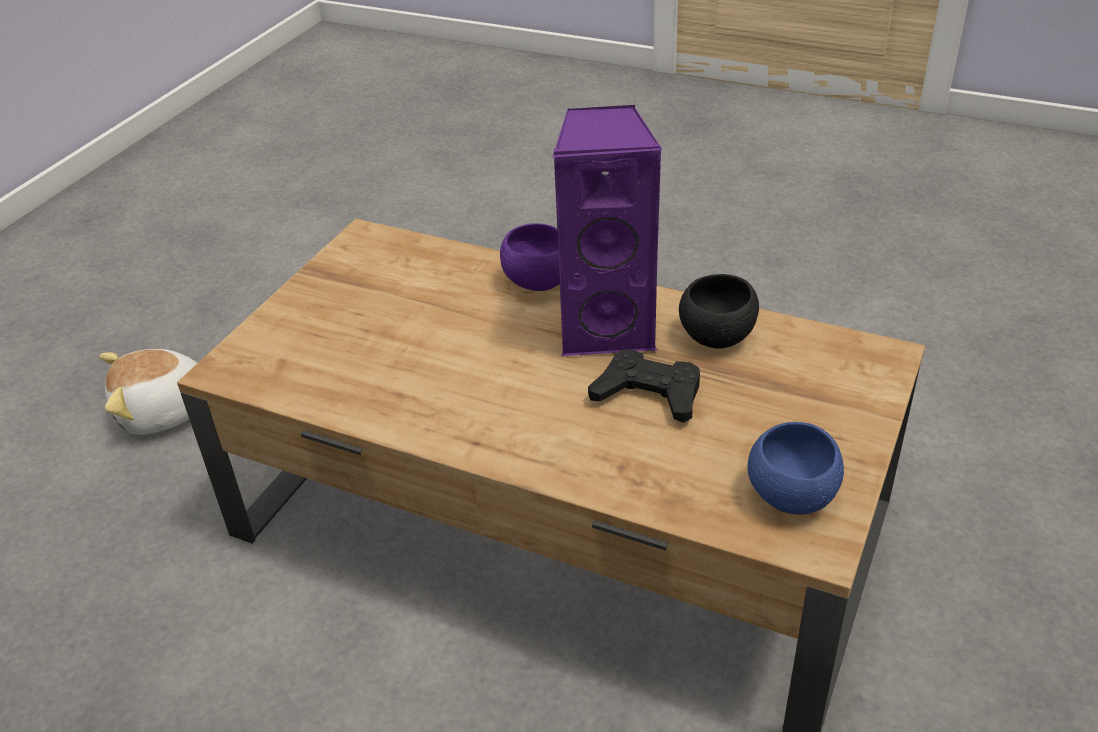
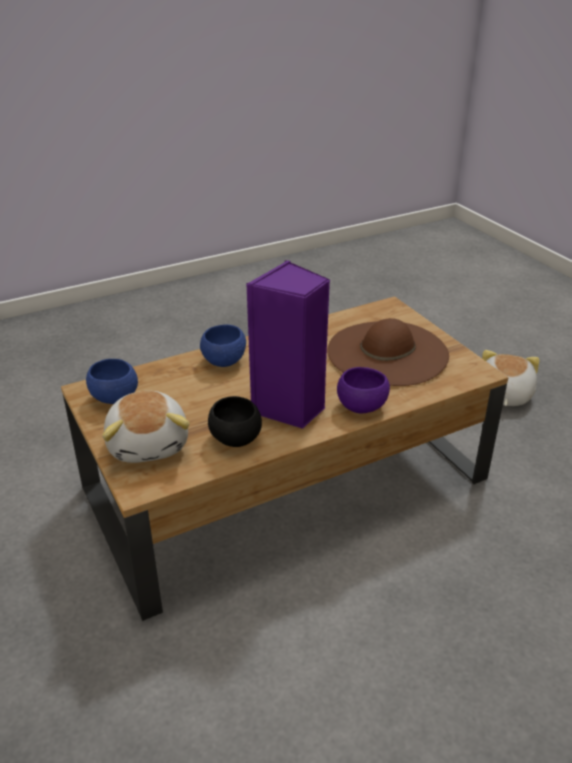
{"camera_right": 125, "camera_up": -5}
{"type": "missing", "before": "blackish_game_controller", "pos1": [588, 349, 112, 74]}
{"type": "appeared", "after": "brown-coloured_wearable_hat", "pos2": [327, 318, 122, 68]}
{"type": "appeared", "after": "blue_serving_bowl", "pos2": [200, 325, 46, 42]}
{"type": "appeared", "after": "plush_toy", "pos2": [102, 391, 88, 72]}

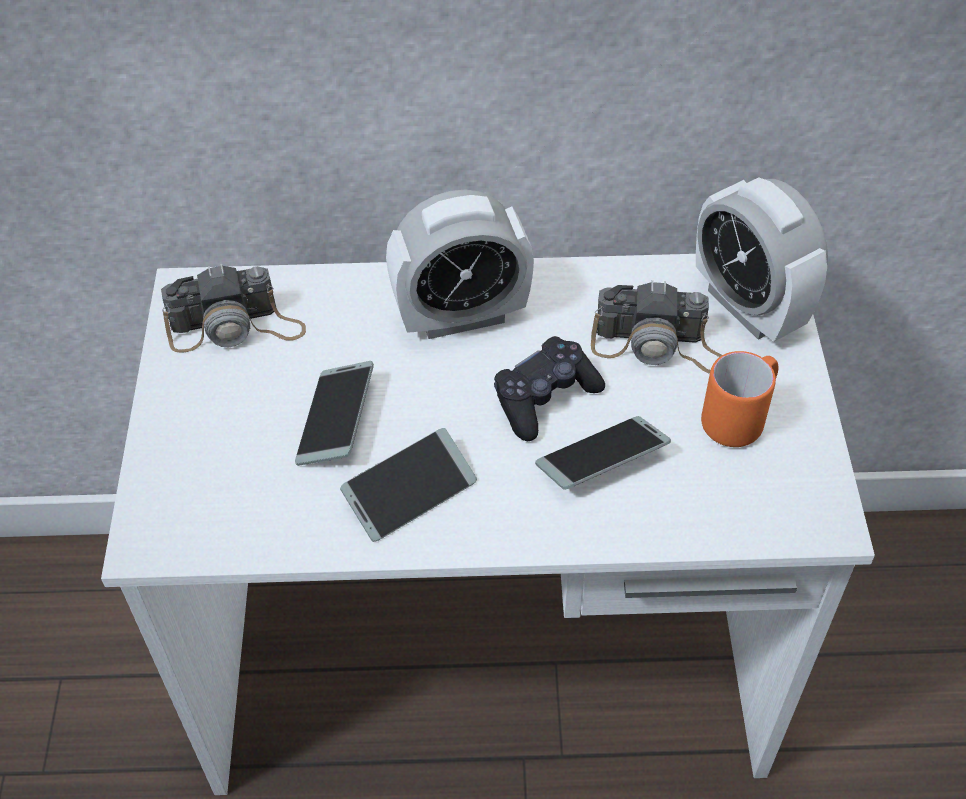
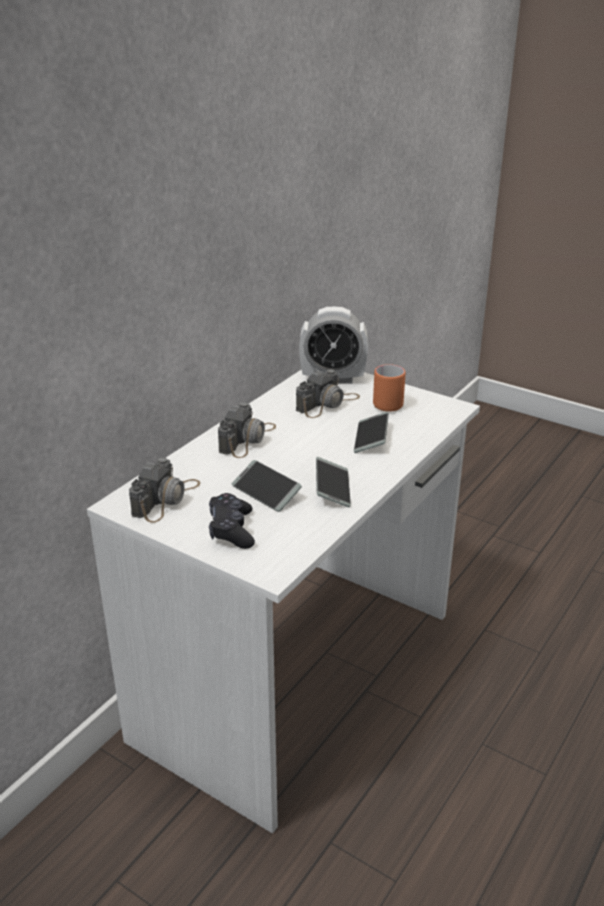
{"camera_right": -55, "camera_up": -20}
{"type": "exchanged", "before": "table_clock", "after": "still_camera", "pos1": [386, 190, 148, 149], "pos2": [218, 402, 58, 56]}
{"type": "relocated", "before": "blackish_game_controller", "pos1": [494, 336, 111, 105], "pos2": [209, 493, 46, 56]}

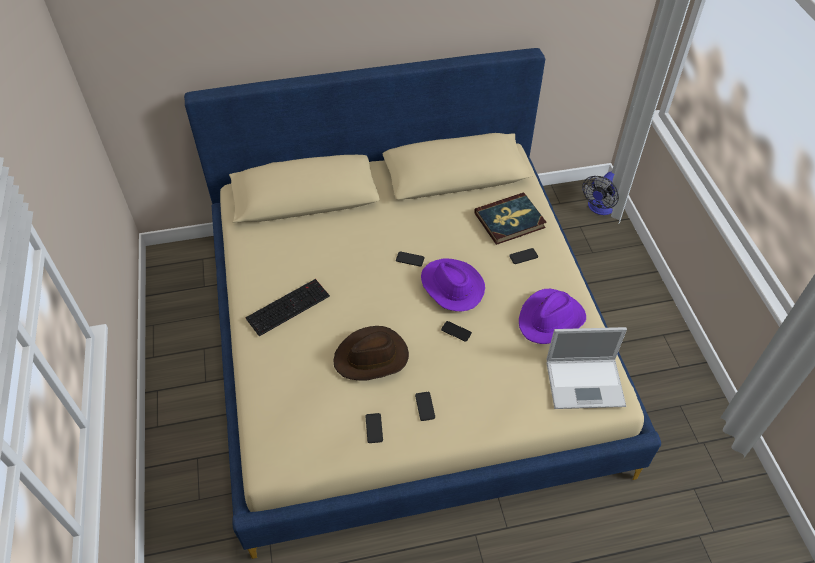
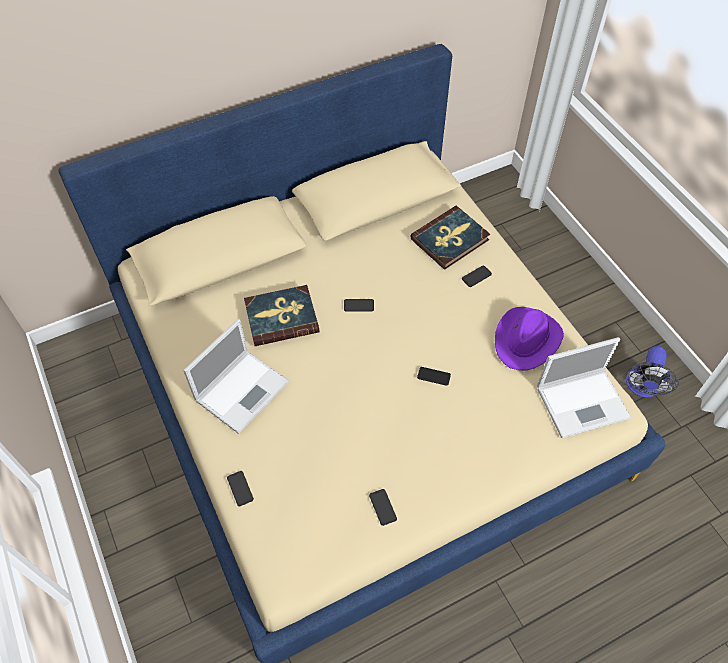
{"camera_right": -15, "camera_up": 5}
{"type": "relocated", "before": "fan", "pos1": [582, 171, 37, 44], "pos2": [626, 346, 53, 52]}
{"type": "missing", "before": "purple_wearable_hat", "pos1": [421, 259, 64, 52]}
{"type": "exchanged", "before": "PC_keyboard", "after": "laptop", "pos1": [245, 279, 85, 57], "pos2": [183, 319, 106, 115]}
{"type": "missing", "before": "brown-coloured_wearable_hat", "pos1": [333, 326, 76, 54]}
{"type": "relocated", "before": "telephone", "pos1": [415, 392, 20, 29], "pos2": [227, 471, 27, 35]}
{"type": "appeared", "after": "book", "pos2": [244, 285, 75, 61]}

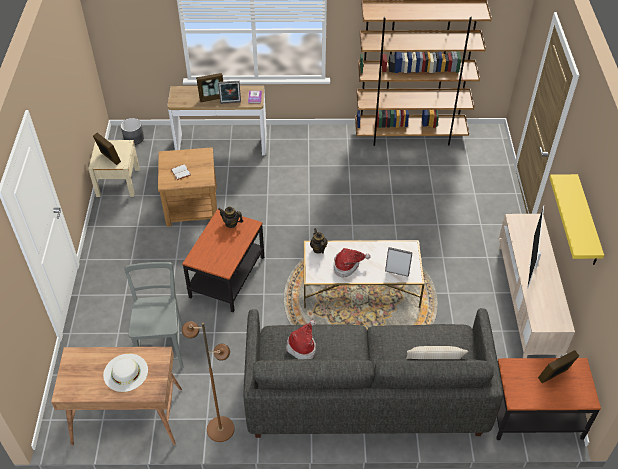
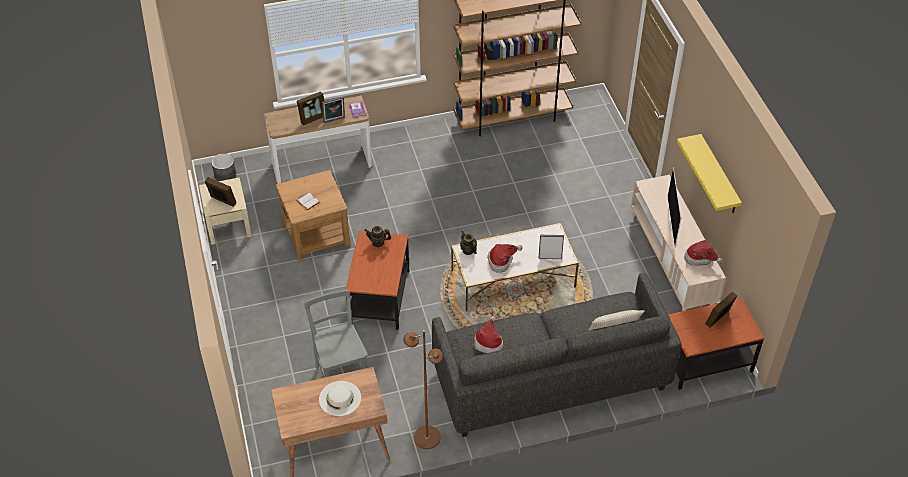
{"camera_right": -15, "camera_up": 0}
{"type": "appeared", "after": "wearable_hat", "pos2": [684, 240, 39, 26]}

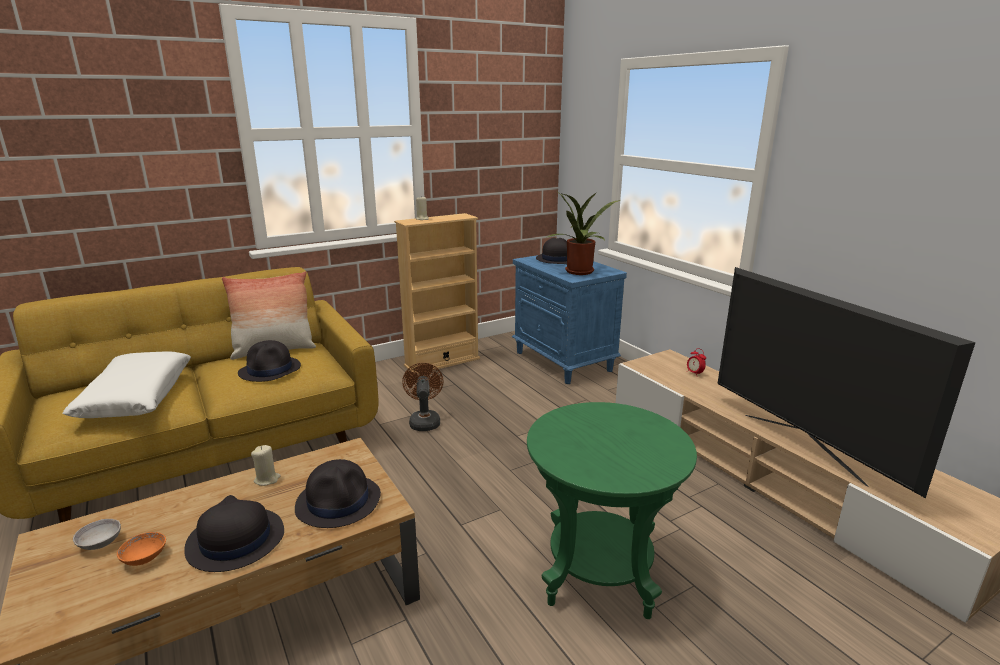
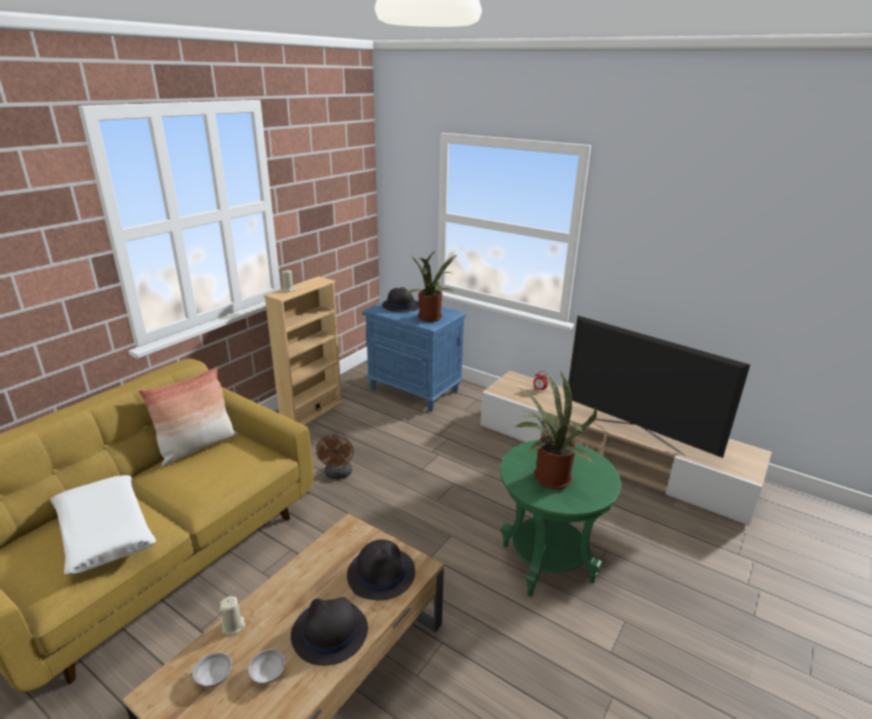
{"camera_right": -25, "camera_up": 5}
{"type": "missing", "before": "blackish_wearable_hat", "pos1": [238, 340, 63, 42]}
{"type": "spun", "before": "brown-coloured_fan", "pos1": [402, 363, 42, 68], "pos2": [316, 433, 38, 46], "turn": -150}
{"type": "relocated", "before": "beige-coloured_candle", "pos1": [251, 445, 30, 41], "pos2": [219, 596, 26, 39]}
{"type": "colour", "before": "orange-coloured_serving_bowl", "after": "greyish_serving_bowl", "pos1": [117, 532, 49, 34], "pos2": [248, 649, 37, 36]}
{"type": "appeared", "after": "plant_in_a_pot", "pos2": [515, 370, 82, 120]}

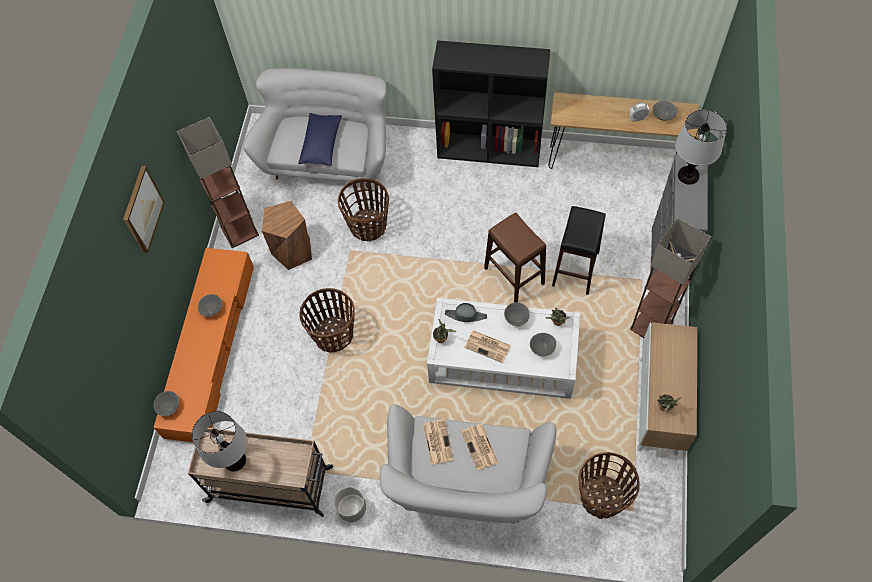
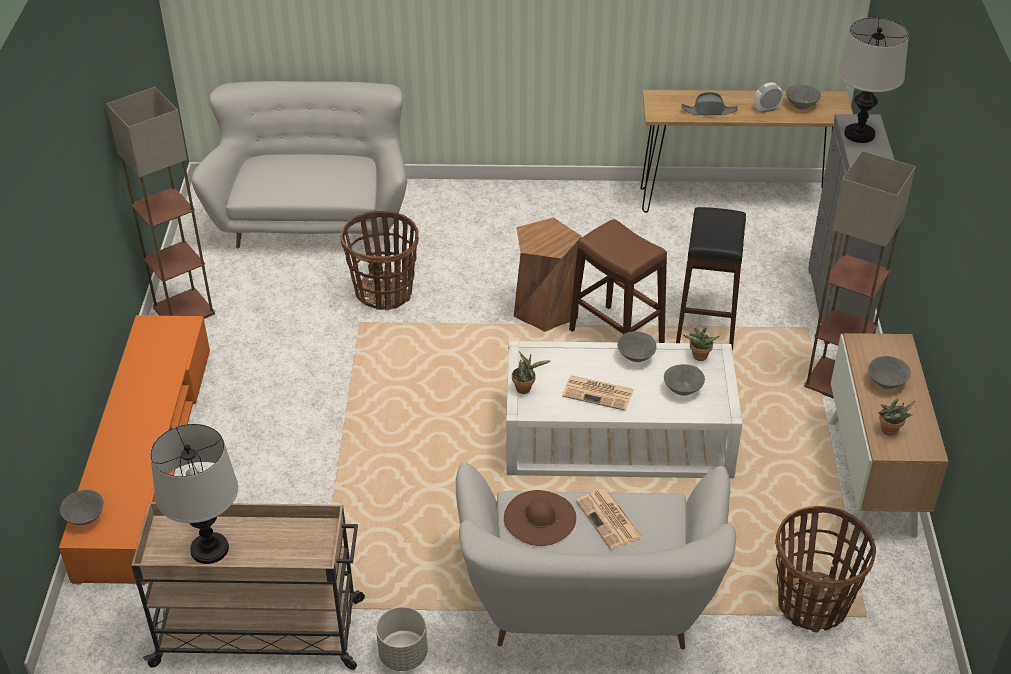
{"camera_right": -10, "camera_up": -20}
{"type": "missing", "before": "blackish_bookcase", "pos1": [432, 40, 119, 127]}
{"type": "missing", "before": "blue_throw_pillow", "pos1": [298, 113, 44, 53]}
{"type": "missing", "before": "wall_art", "pos1": [123, 166, 42, 87]}
{"type": "relocated", "before": "brown-coloured_stool_seat", "pos1": [262, 201, 50, 69], "pos2": [514, 217, 68, 115]}
{"type": "missing", "before": "household_basket", "pos1": [299, 288, 56, 65]}
{"type": "relocated", "before": "greyish_serving_bowl", "pos1": [198, 294, 24, 23], "pos2": [868, 356, 43, 33]}
{"type": "relocated", "before": "greyish_wearable_hat", "pos1": [445, 303, 42, 19], "pos2": [681, 92, 57, 23]}
{"type": "exchanged", "before": "newspaper", "after": "brown-coloured_wearable_hat", "pos1": [423, 419, 31, 46], "pos2": [504, 490, 72, 56]}

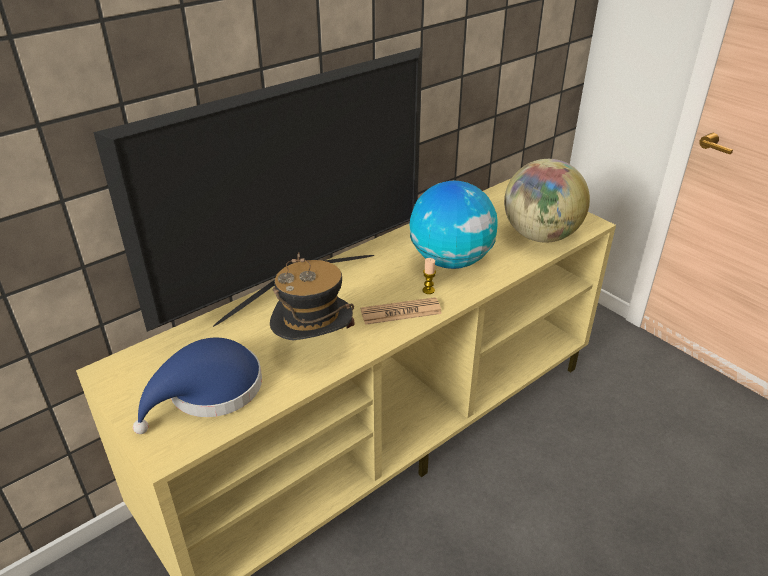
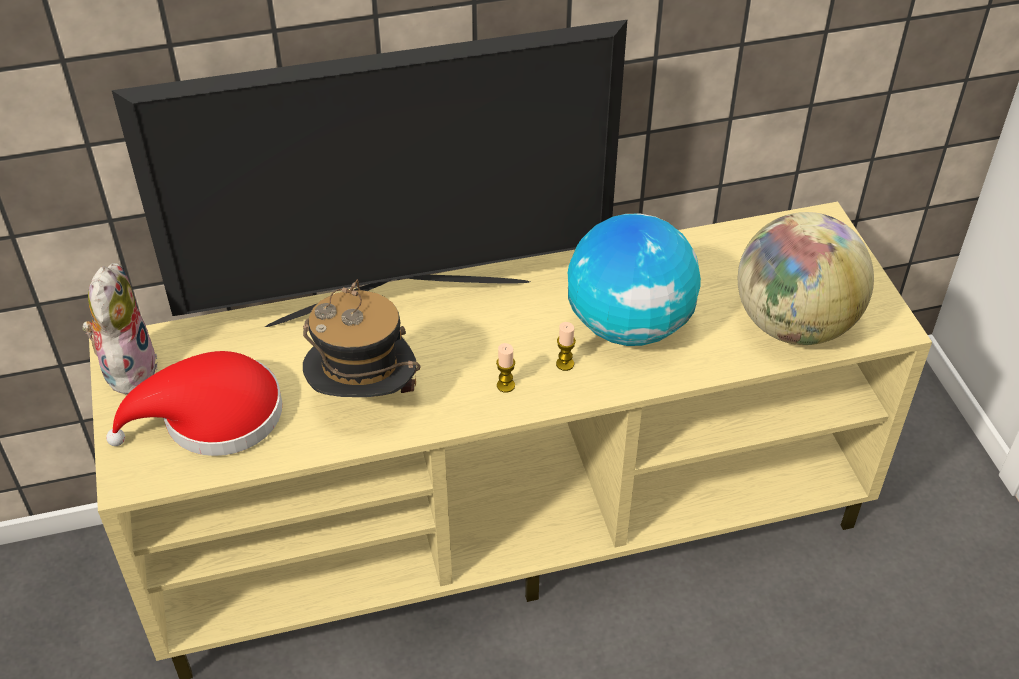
{"camera_right": 25, "camera_up": 10}
{"type": "exchanged", "before": "newspaper", "after": "candle", "pos1": [361, 297, 81, 28], "pos2": [496, 343, 19, 50]}
{"type": "colour", "before": "blue_wearable_hat", "after": "red_wearable_hat", "pos1": [133, 338, 129, 96], "pos2": [106, 351, 176, 105]}
{"type": "appeared", "after": "plush_toy", "pos2": [82, 263, 75, 132]}

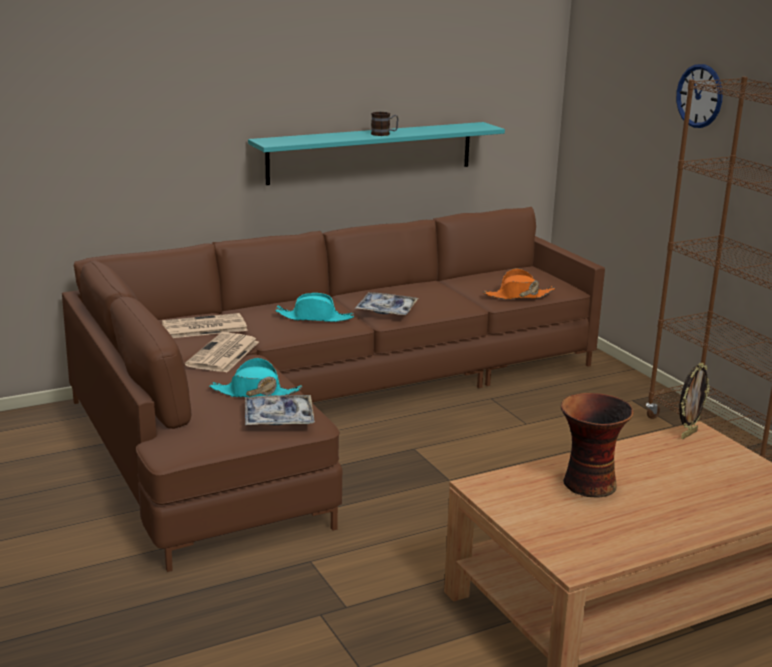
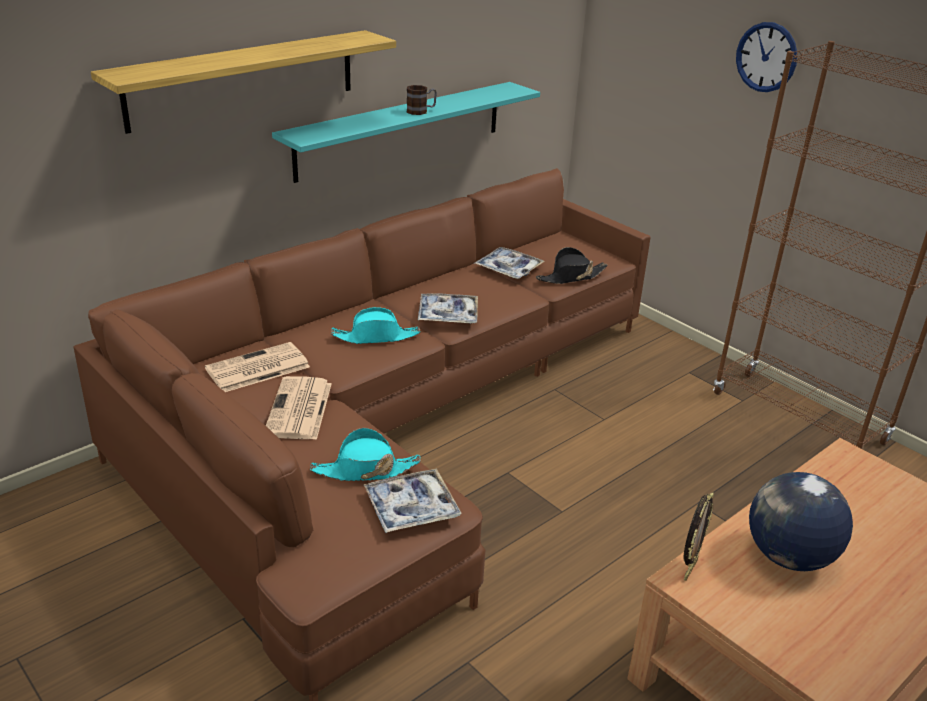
{"camera_right": -15, "camera_up": 10}
{"type": "colour", "before": "orange-coloured_wearable_hat", "after": "blackish_wearable_hat", "pos1": [483, 268, 72, 31], "pos2": [536, 247, 72, 37]}
{"type": "relocated", "before": "photo_frame", "pos1": [679, 363, 31, 76], "pos2": [683, 492, 31, 89]}
{"type": "exchanged", "before": "vase", "after": "world_globe", "pos1": [561, 393, 73, 105], "pos2": [749, 472, 104, 99]}
{"type": "appeared", "after": "bracket_shelf", "pos2": [91, 30, 305, 104]}
{"type": "appeared", "after": "carrying_tray", "pos2": [475, 247, 70, 32]}

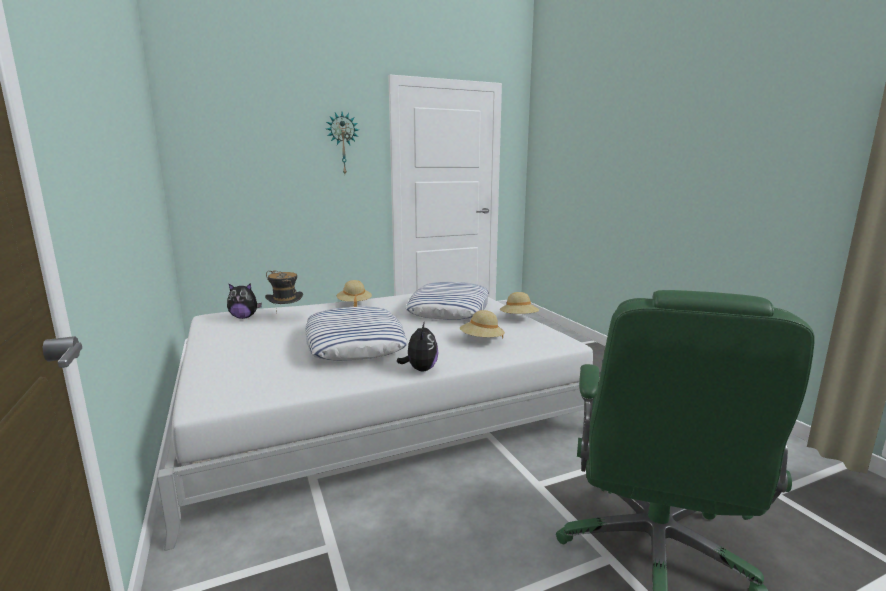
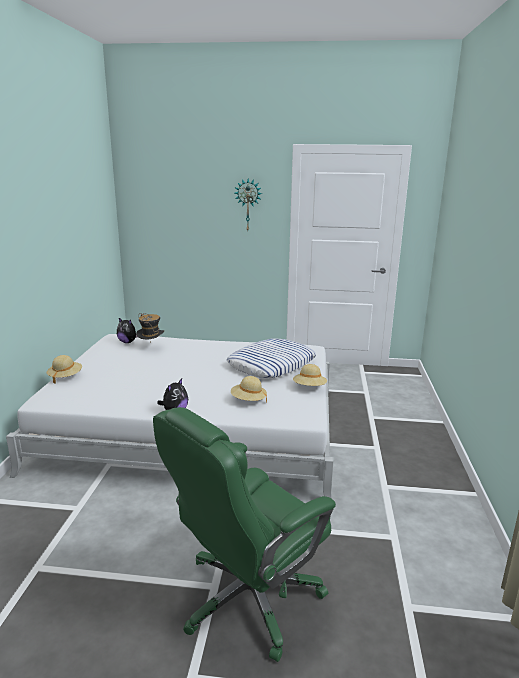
{"camera_right": 30, "camera_up": 5}
{"type": "relocated", "before": "beige-coloured_wearable_hat", "pos1": [336, 280, 36, 27], "pos2": [47, 355, 35, 29]}
{"type": "missing", "before": "throw_pillow", "pos1": [305, 306, 103, 55]}

